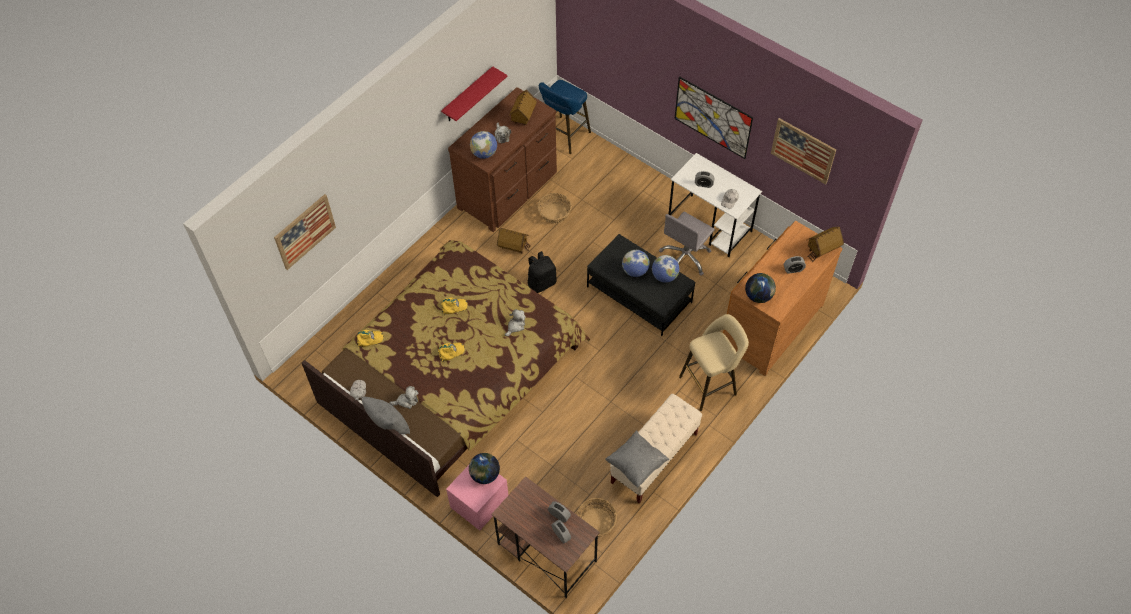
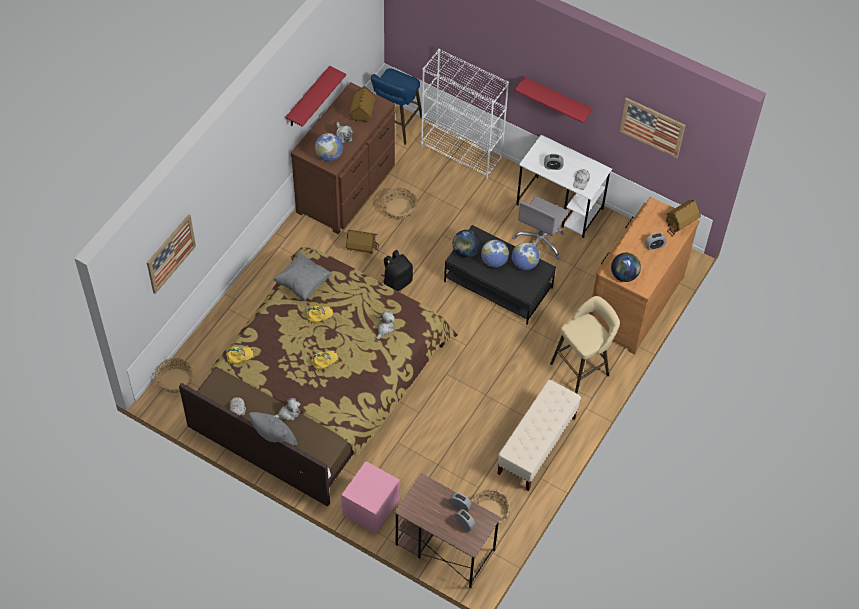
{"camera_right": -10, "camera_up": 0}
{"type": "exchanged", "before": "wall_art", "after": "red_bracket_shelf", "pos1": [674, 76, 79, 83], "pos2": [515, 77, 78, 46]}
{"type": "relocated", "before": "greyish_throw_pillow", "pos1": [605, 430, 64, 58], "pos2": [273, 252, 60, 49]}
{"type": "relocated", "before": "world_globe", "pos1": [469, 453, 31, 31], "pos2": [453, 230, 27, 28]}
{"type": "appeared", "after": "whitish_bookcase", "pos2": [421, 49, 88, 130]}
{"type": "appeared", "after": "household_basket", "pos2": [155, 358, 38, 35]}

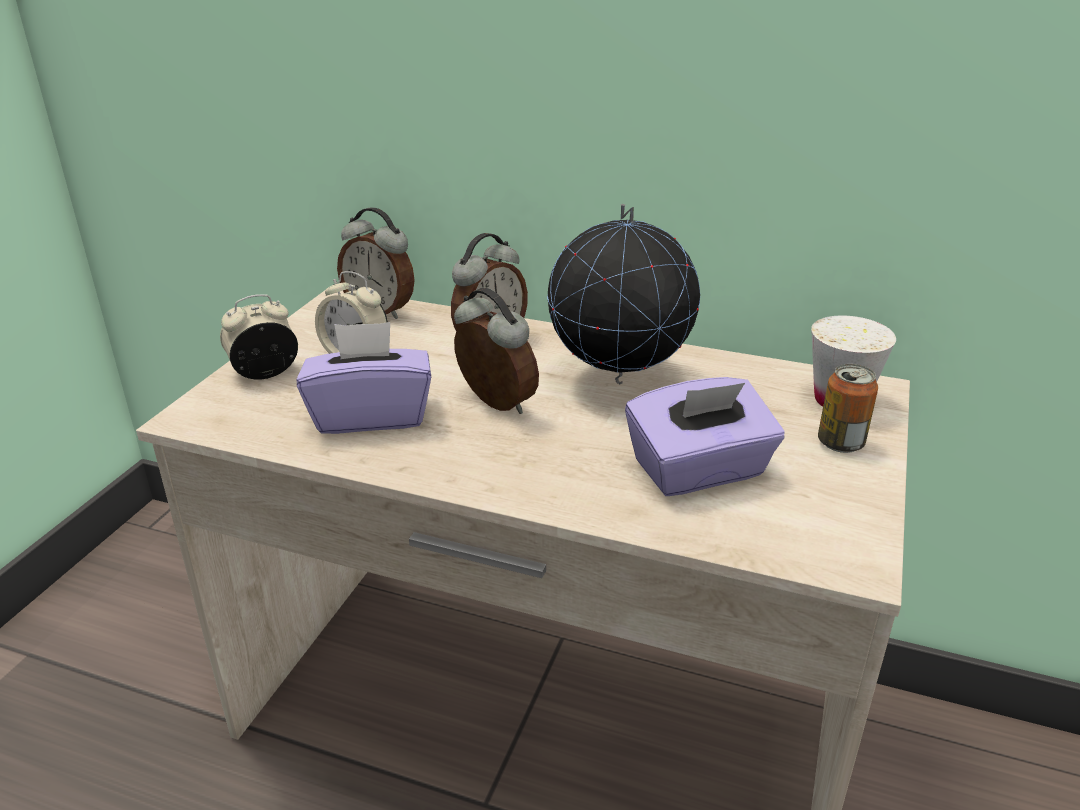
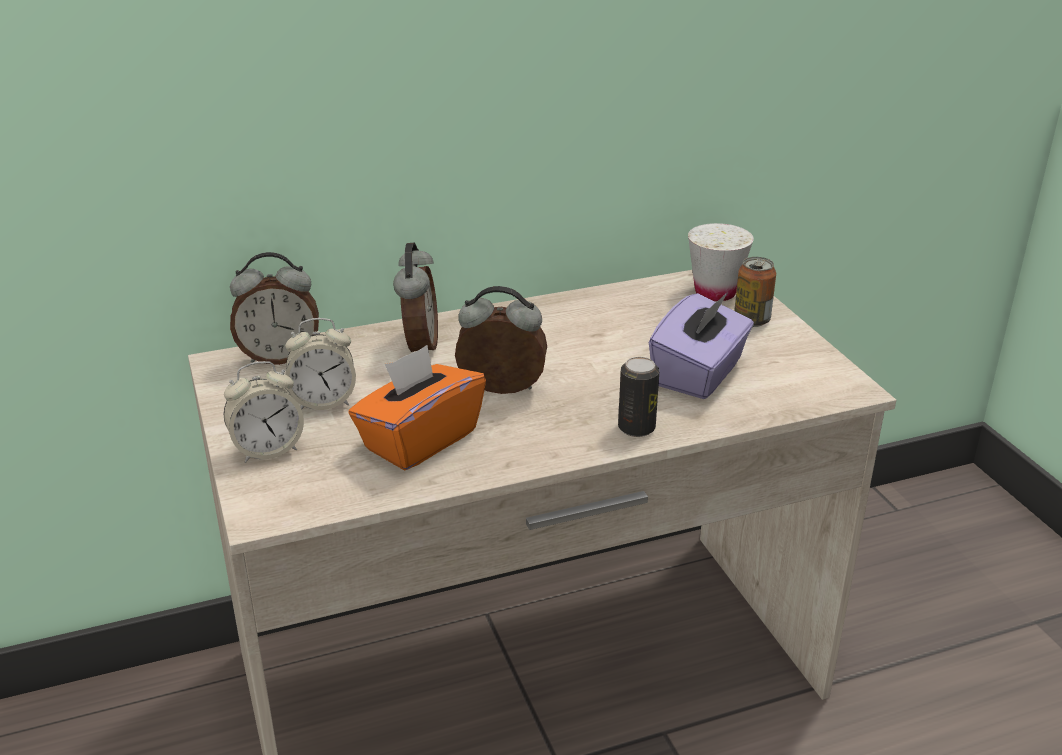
{"camera_right": -40, "camera_up": 0}
{"type": "missing", "before": "world_globe", "pos1": [547, 204, 153, 180]}
{"type": "spun", "before": "table_clock", "pos1": [220, 294, 78, 86], "pos2": [224, 361, 80, 102], "turn": -135}
{"type": "colour", "before": "purple_tissue_holder", "after": "orange-coloured_tissue_holder", "pos1": [297, 322, 134, 112], "pos2": [348, 345, 138, 126]}
{"type": "appeared", "after": "metal_can", "pos2": [618, 357, 41, 80]}

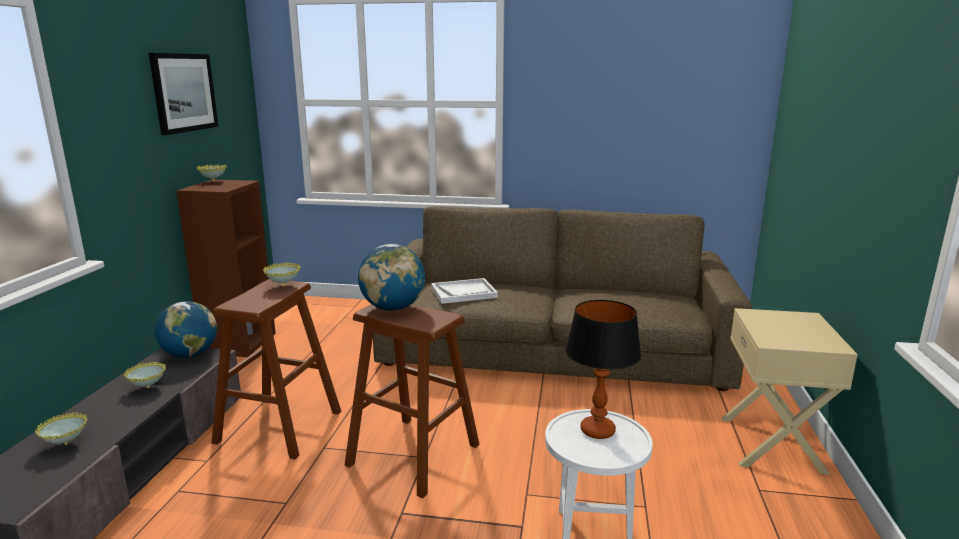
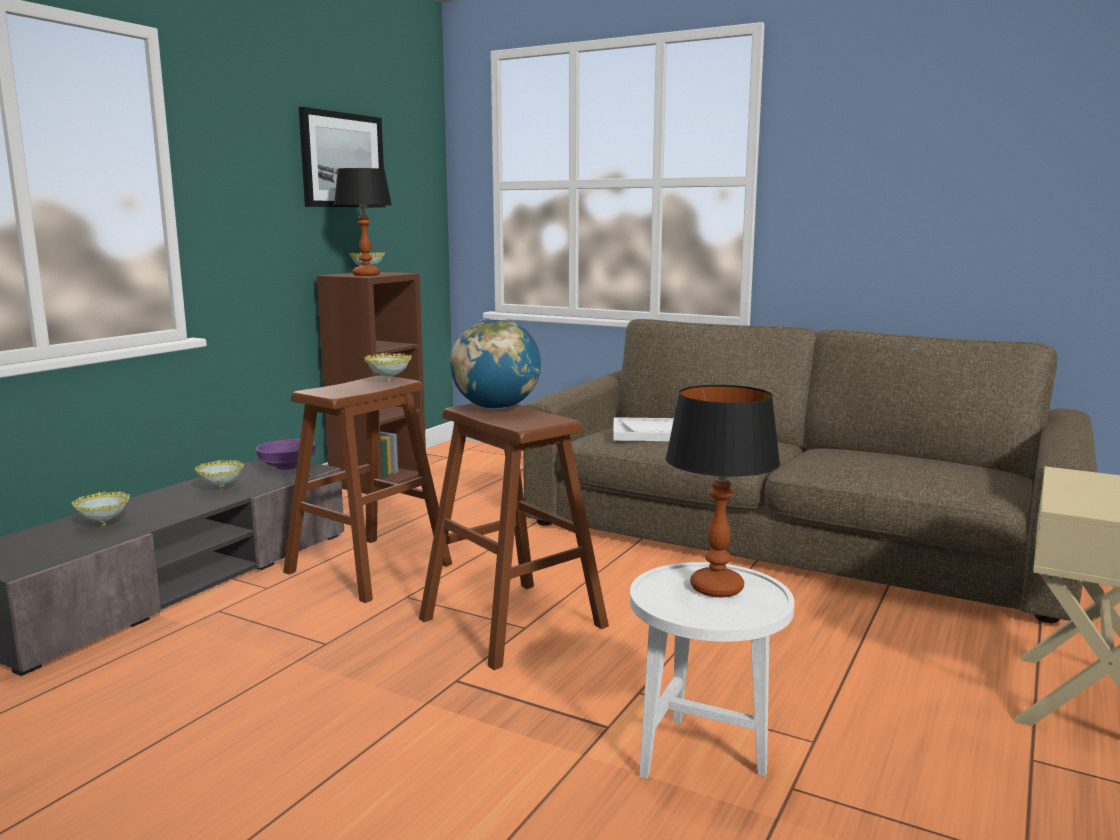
{"camera_right": 20, "camera_up": -5}
{"type": "exchanged", "before": "world_globe", "after": "purple_serving_bowl", "pos1": [155, 301, 62, 57], "pos2": [255, 439, 61, 31]}
{"type": "appeared", "after": "table_lamp", "pos2": [334, 168, 58, 108]}

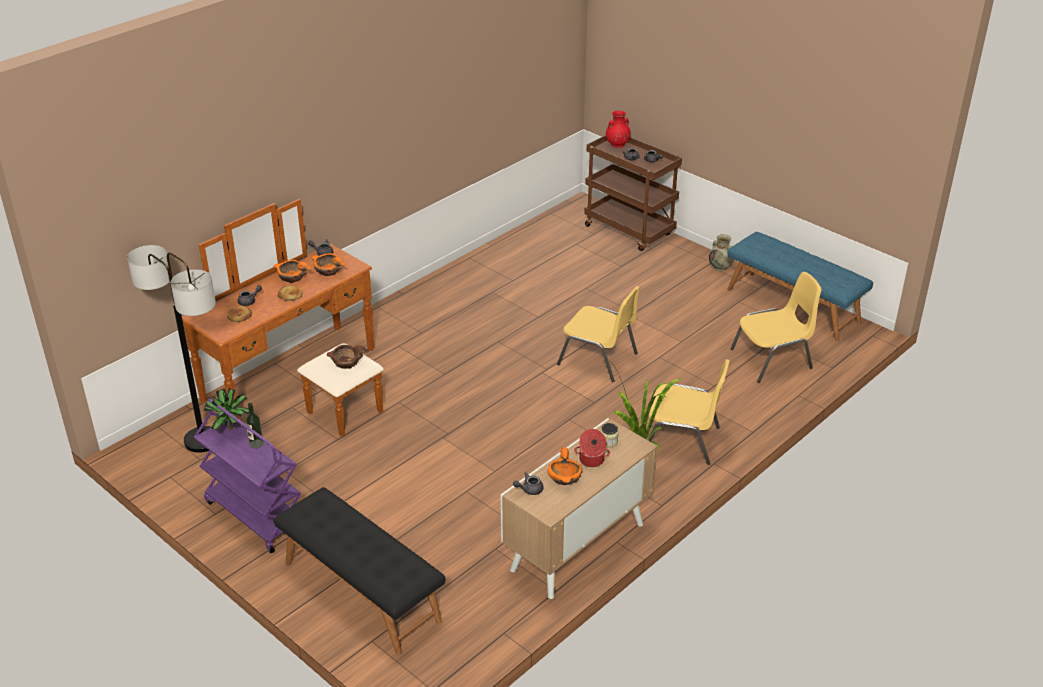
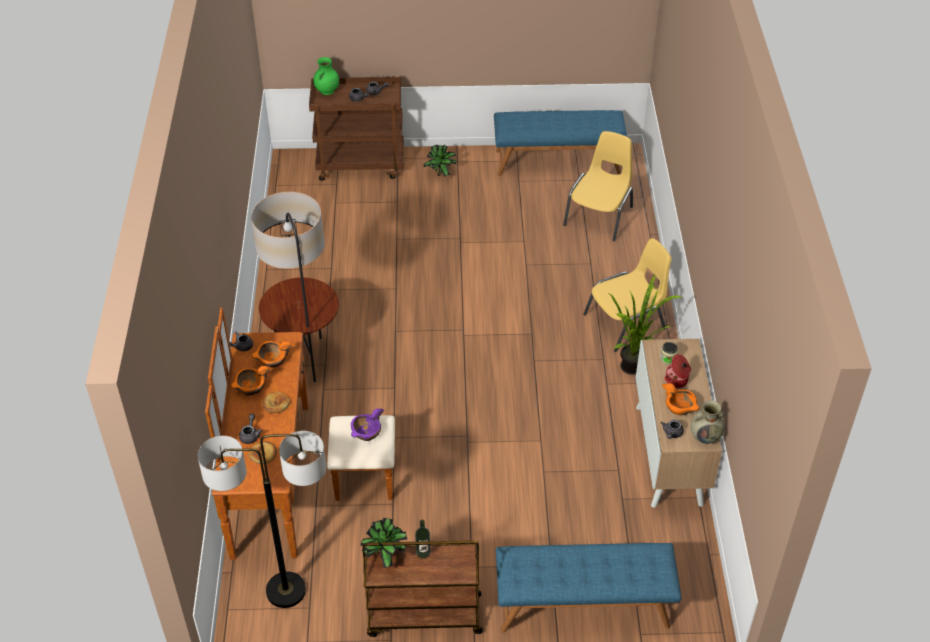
{"camera_right": -45, "camera_up": 10}
{"type": "colour", "before": "red_vase", "after": "green_vase", "pos1": [606, 110, 25, 38], "pos2": [313, 57, 26, 38]}
{"type": "relocated", "before": "beige-coloured_vase", "pos1": [709, 234, 25, 37], "pos2": [690, 400, 35, 44]}
{"type": "missing", "before": "yellow-coloured_plain_chair", "pos1": [557, 286, 83, 96]}
{"type": "colour", "before": "brown-coloured_serving_bowl", "after": "purple_serving_bowl", "pos1": [327, 345, 42, 24], "pos2": [351, 408, 33, 33]}
{"type": "colour", "before": "purple_trolley", "after": "brown-coloured_trolley", "pos1": [194, 399, 107, 154], "pos2": [362, 540, 121, 97]}
{"type": "colour", "before": "blackish_long_seat", "after": "blue_long_seat", "pos1": [274, 487, 171, 168], "pos2": [496, 543, 185, 90]}
{"type": "appeared", "after": "plant_in_a_pot", "pos2": [424, 145, 33, 32]}
{"type": "appeared", "after": "standing_lamp", "pos2": [251, 192, 88, 190]}

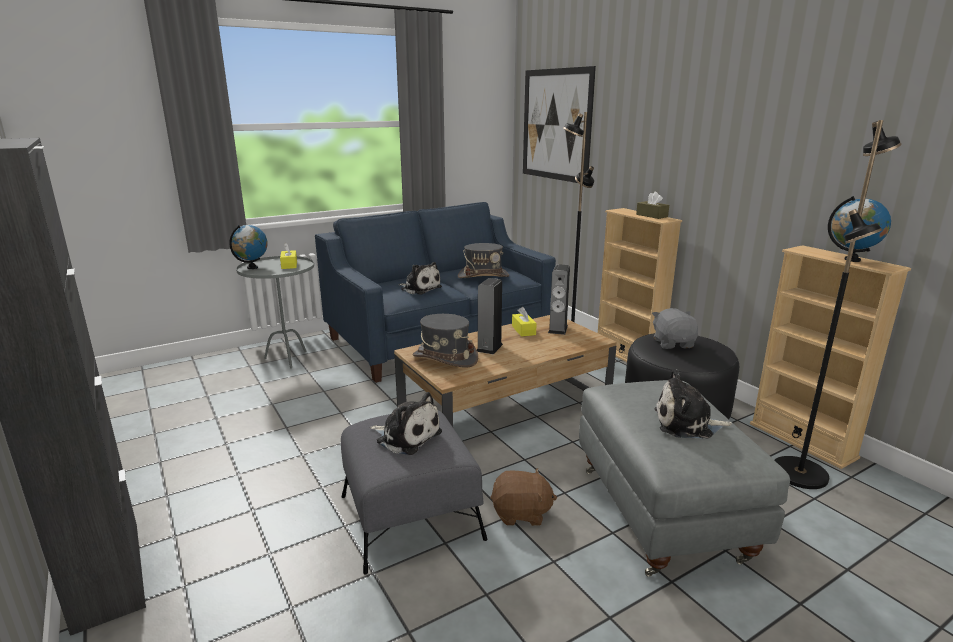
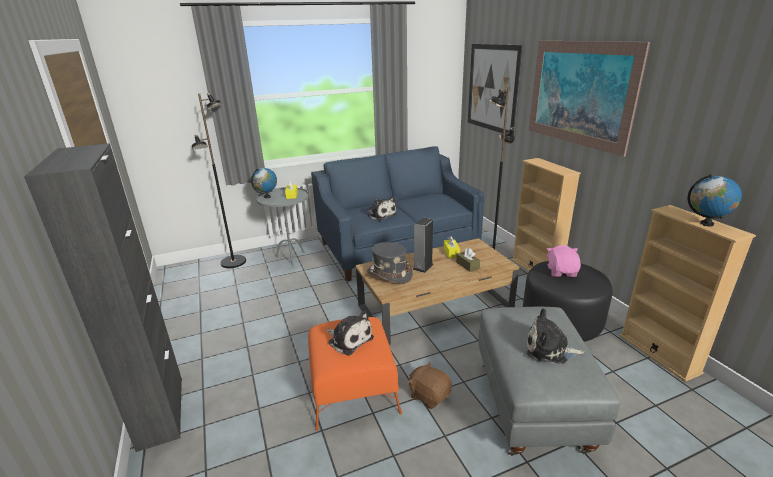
{"camera_right": 10, "camera_up": 5}
{"type": "relocated", "before": "blackish_standing_lamp", "pos1": [775, 120, 127, 369], "pos2": [192, 93, 54, 175]}
{"type": "relocated", "before": "brown-coloured_tissue_holder", "pos1": [636, 192, 33, 27], "pos2": [456, 248, 24, 24]}
{"type": "missing", "before": "greyish_wearable_hat", "pos1": [458, 243, 51, 35]}
{"type": "missing", "before": "loudspeaker", "pos1": [548, 264, 22, 71]}
{"type": "colour", "before": "greyish_plush_toy", "after": "pink_plush_toy", "pos1": [652, 308, 46, 41], "pos2": [547, 245, 34, 32]}
{"type": "colour", "before": "greyish_ottoman", "after": "orange-coloured_ottoman", "pos1": [341, 410, 146, 164], "pos2": [308, 317, 94, 114]}
{"type": "spun", "before": "brown-coloured_plush_toy", "pos1": [490, 468, 67, 58], "pos2": [409, 362, 43, 47], "turn": -150}
{"type": "appeared", "after": "wall_art", "pos2": [529, 41, 121, 116]}

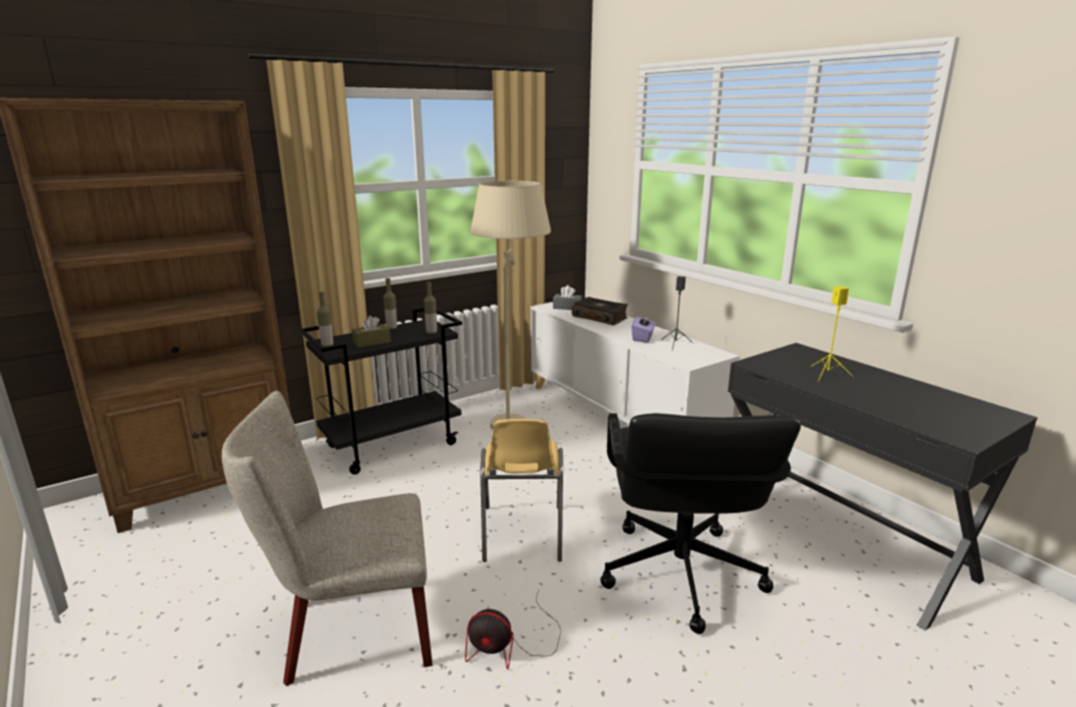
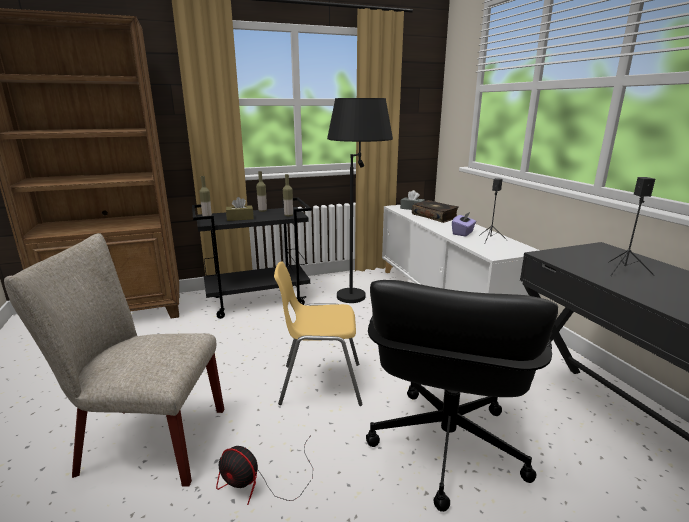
{"camera_right": 15, "camera_up": 0}
{"type": "colour", "before": "beige-coloured_standing_lamp", "after": "blackish_standing_lamp", "pos1": [471, 181, 80, 249], "pos2": [327, 98, 66, 205]}
{"type": "colour", "before": "yellow-coloured_loudspeaker", "after": "blackish_loudspeaker", "pos1": [810, 286, 44, 96], "pos2": [608, 177, 47, 99]}
{"type": "spun", "before": "yellow-coloured_plain_chair", "pos1": [480, 419, 83, 143], "pos2": [274, 261, 89, 145], "turn": 75}

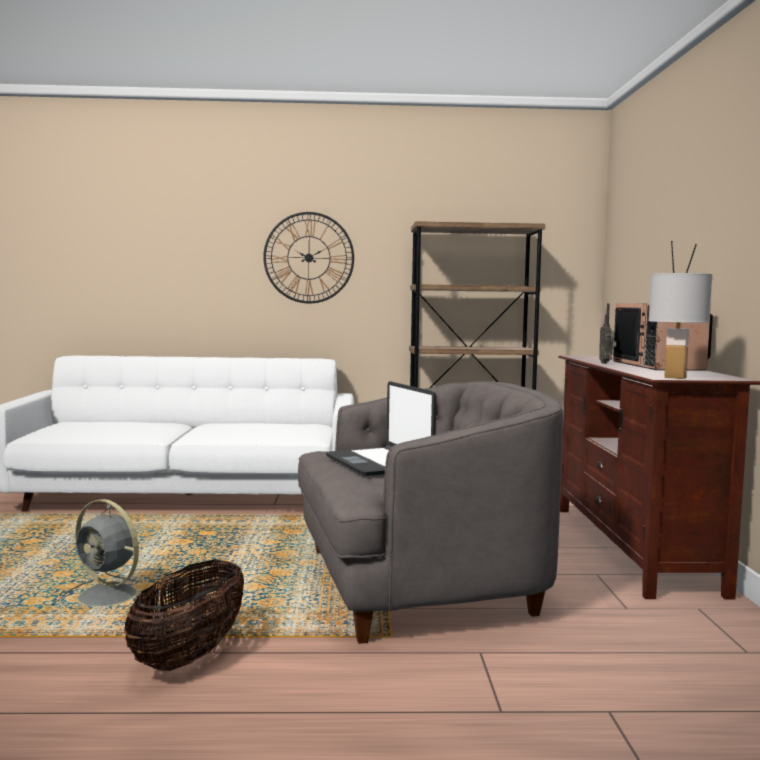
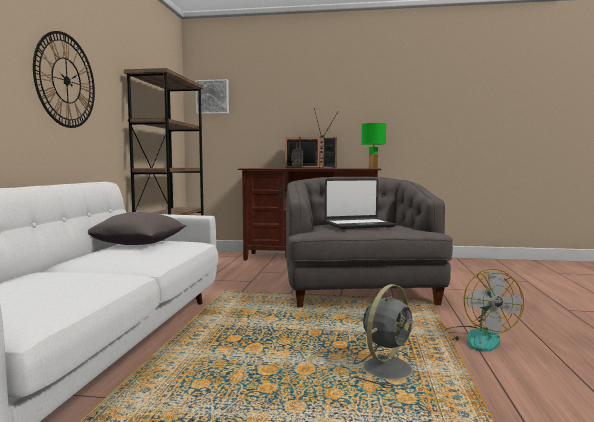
{"camera_right": -80, "camera_up": 0}
{"type": "colour", "before": "whitish_table_lamp", "after": "green_table_lamp", "pos1": [648, 273, 65, 106], "pos2": [362, 123, 24, 45]}
{"type": "exchanged", "before": "household_basket", "after": "fan", "pos1": [124, 559, 120, 112], "pos2": [447, 269, 77, 83]}
{"type": "appeared", "after": "wall_art", "pos2": [195, 79, 34, 35]}
{"type": "appeared", "after": "greyish_throw_pillow", "pos2": [88, 212, 99, 33]}

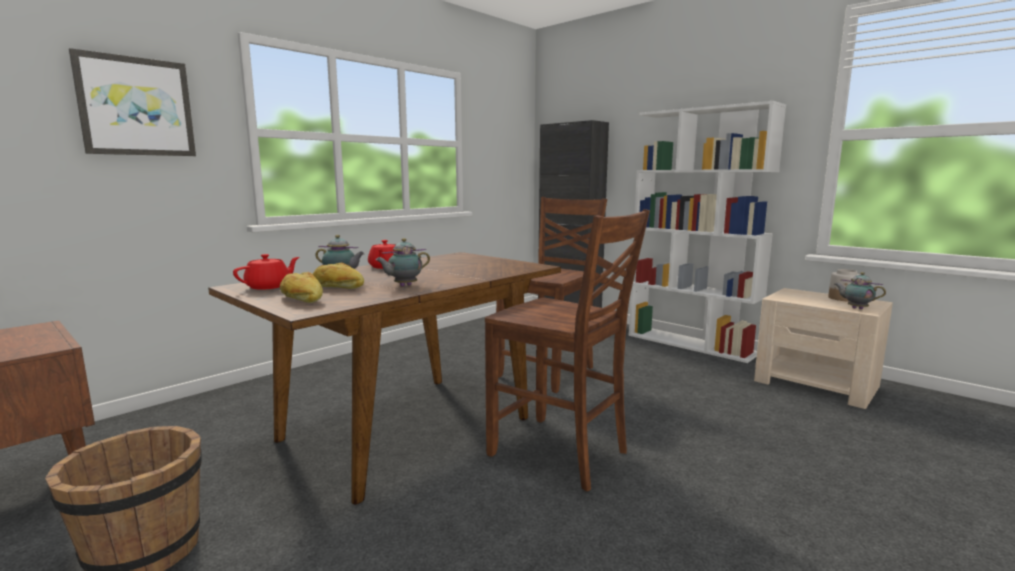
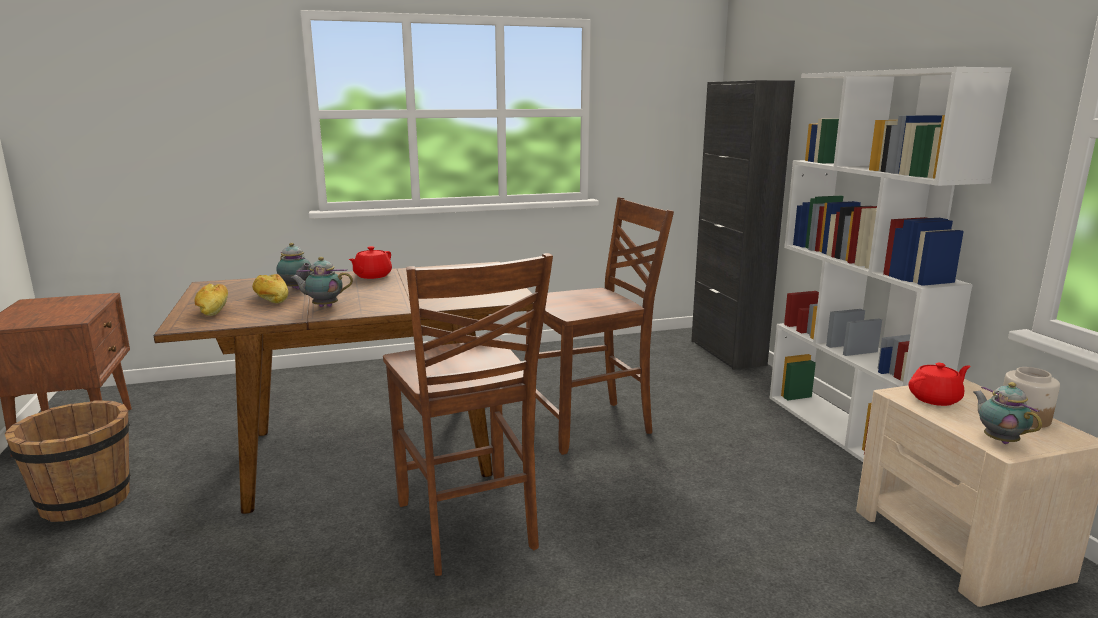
{"camera_right": 30, "camera_up": 5}
{"type": "missing", "before": "wall_art", "pos1": [69, 48, 127, 108]}
{"type": "relocated", "before": "red_teapot", "pos1": [233, 254, 66, 36], "pos2": [909, 363, 62, 43]}

